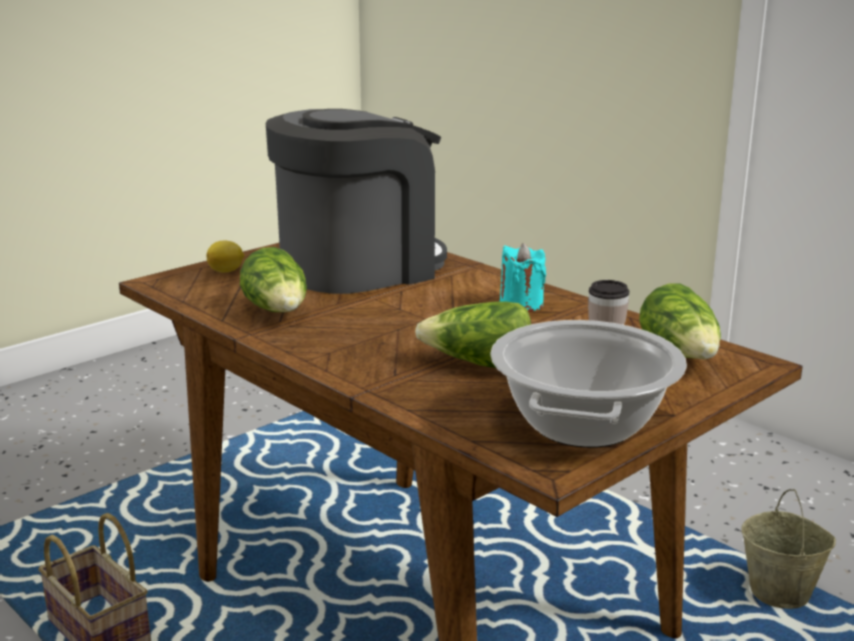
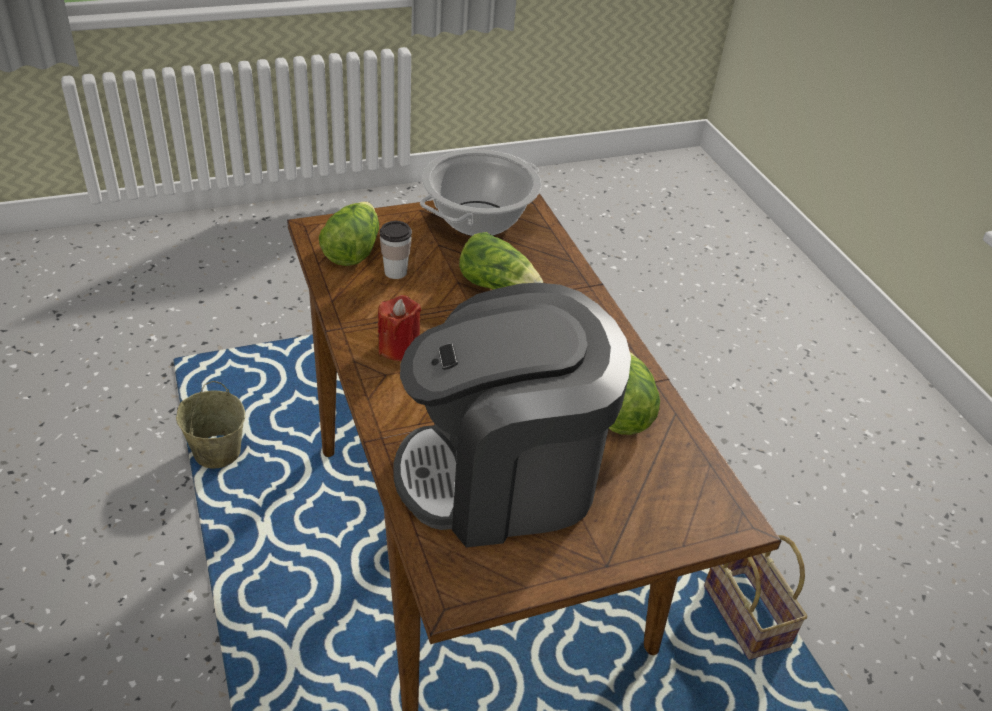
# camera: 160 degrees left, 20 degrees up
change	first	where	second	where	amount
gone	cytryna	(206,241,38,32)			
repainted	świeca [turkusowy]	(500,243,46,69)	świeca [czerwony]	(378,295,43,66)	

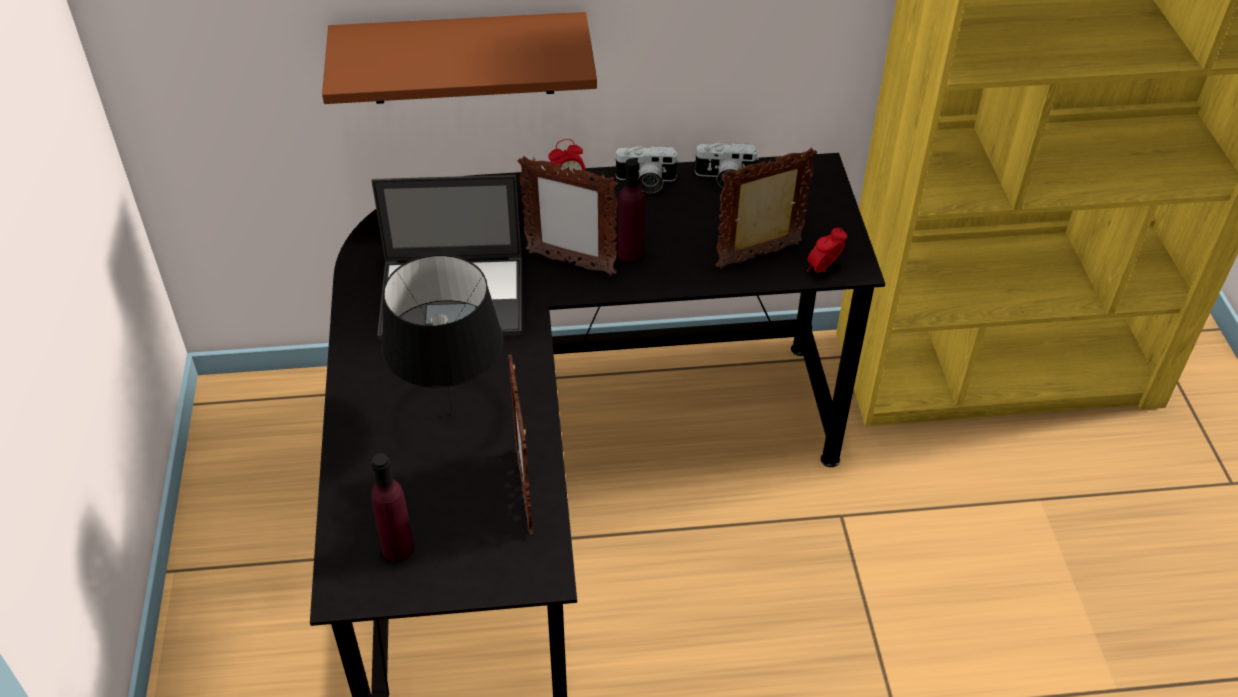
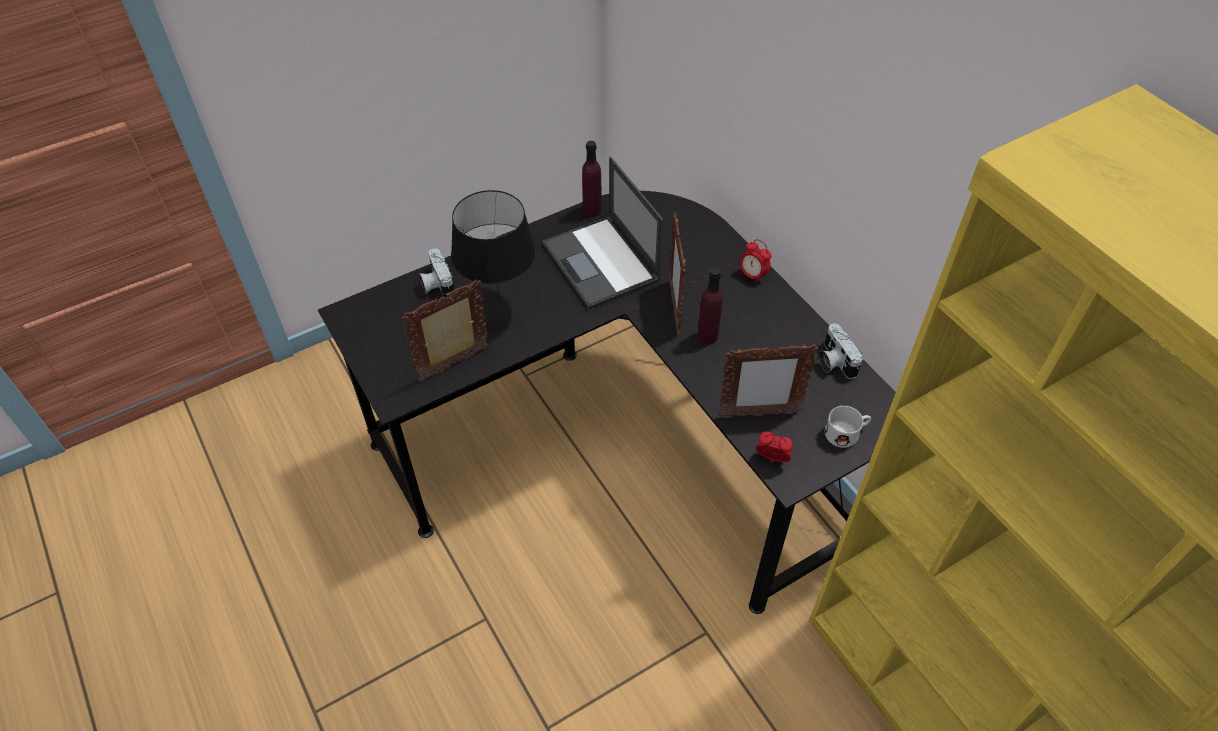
# camera: 65 degrees right, 5 degrees up
change	first	where	second	where	amount
gone	półka [brązowy]	(322,12,275,92)			
shifted	butelka [fioletowy]	(371,453,43,109)		(582,141,20,76)	
shifted	aparat fotograficzny	(614,146,65,47)		(419,248,35,51)	
rotated	ramka na zdjęcie	(715,148,102,121)		(719,343,99,74)	135 degrees clockwise
new			kubek [biały]	(825,406,46,42)	

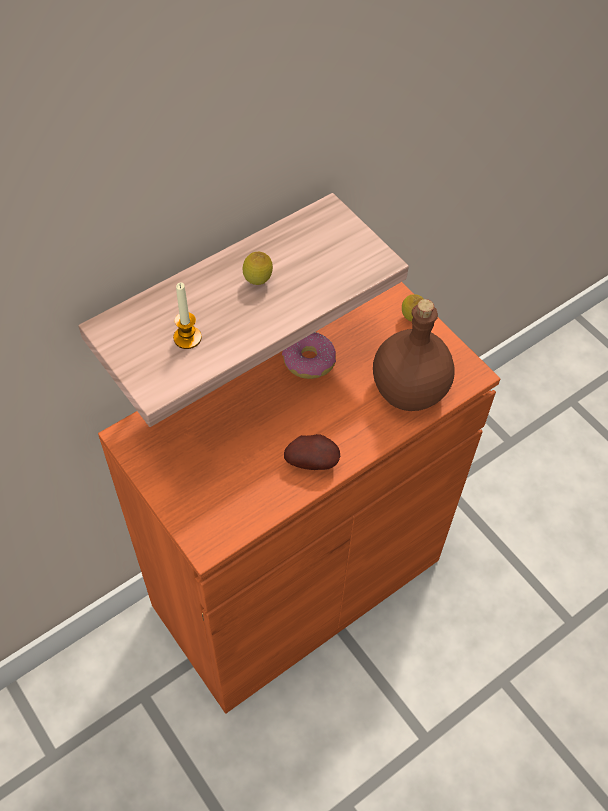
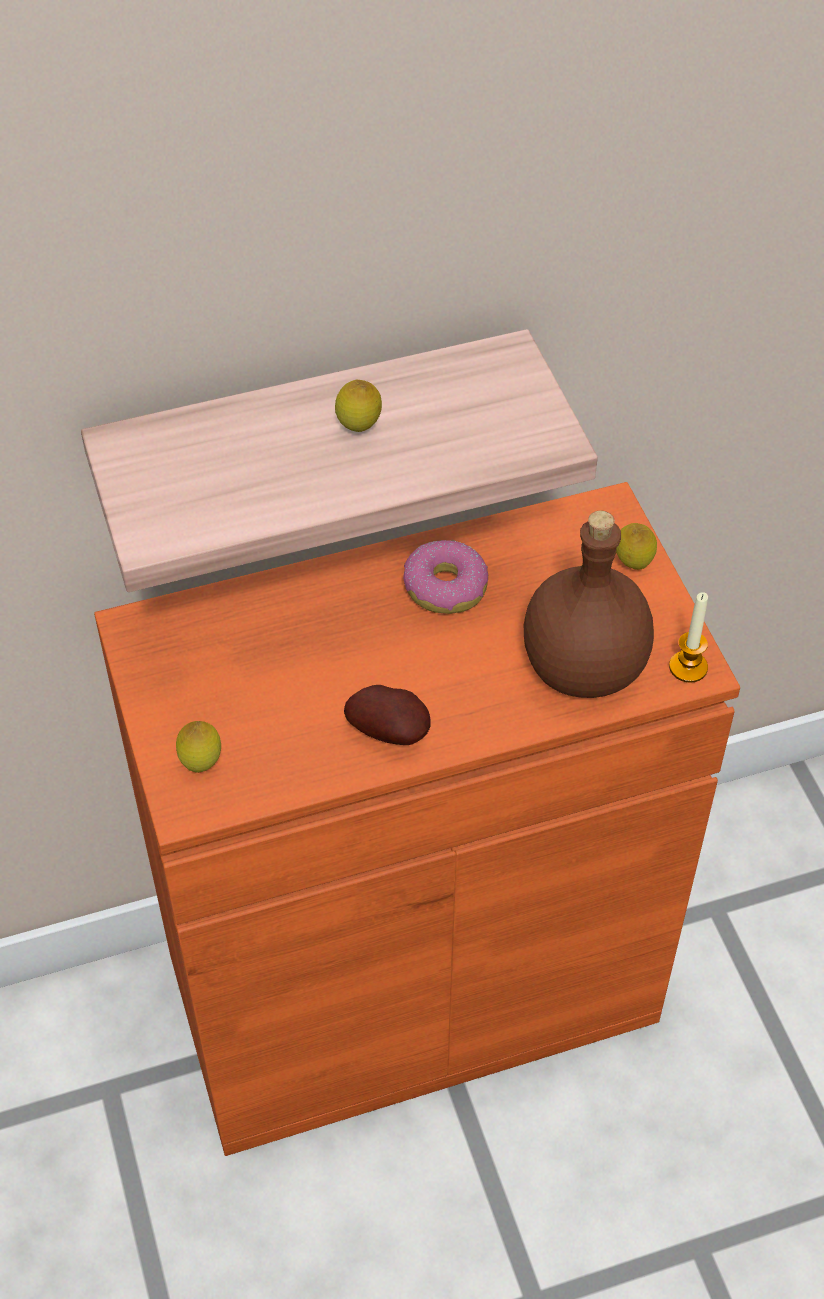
# camera: 20 degrees right, 5 degrees down
change	first	where	second	where	amount
shifted	świeca	(173,282,29,67)		(669,592,39,91)	
new			cytryna	(176,721,45,52)	

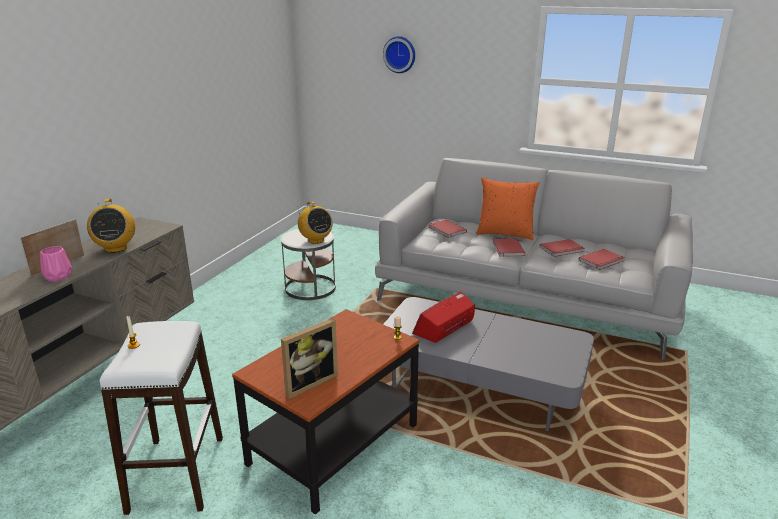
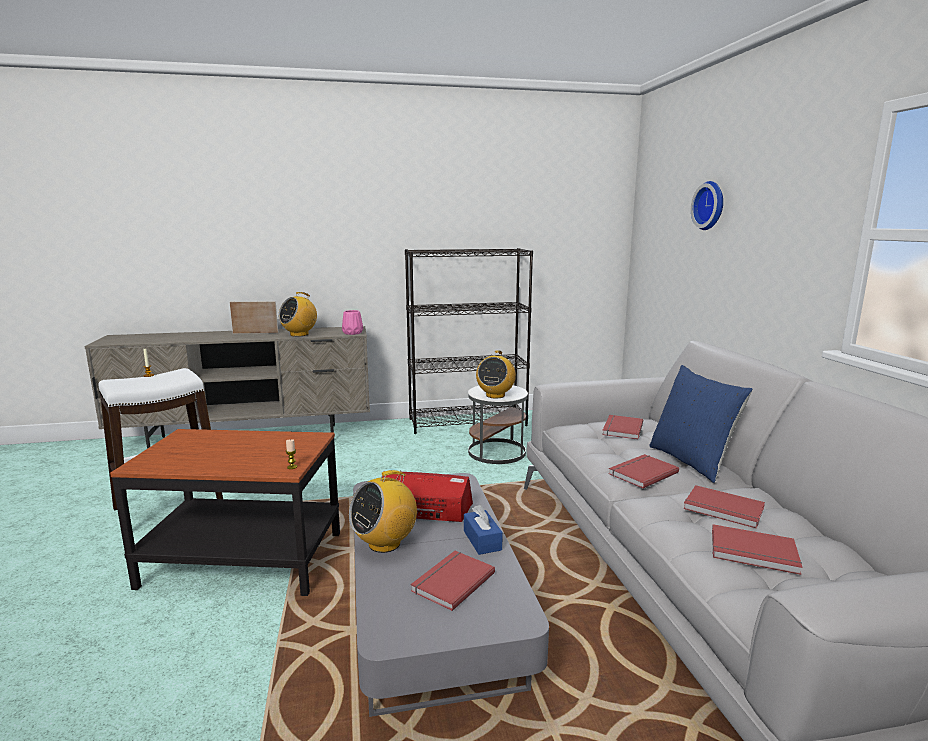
# camera: 55 degrees right, 10 degrees down
change	first	where	second	where	amount
shifted	wazon [różowy]	(40,246,32,36)		(342,310,21,25)	
gone	ramka na zdjęcie	(281,318,57,81)			
repainted	poduszka [pomarańczowy]	(476,177,64,63)	poduszka [niebieski]	(649,365,104,118)	
new			radio	(349,470,68,83)	
new			regał [czarny]	(405,248,128,186)	
new			książka [czerwony]	(411,551,84,60)	
new			pudełko chusteczek [niebieski]	(464,505,39,50)	

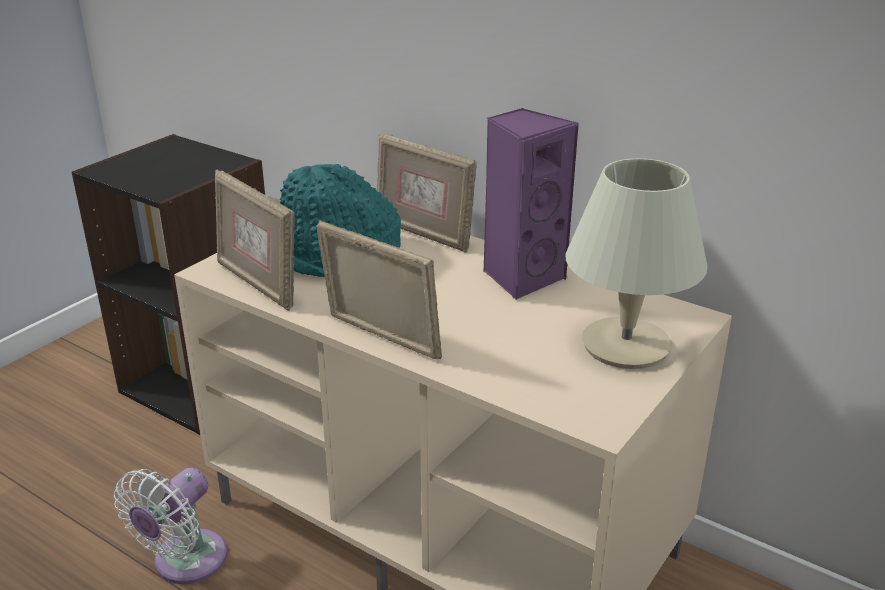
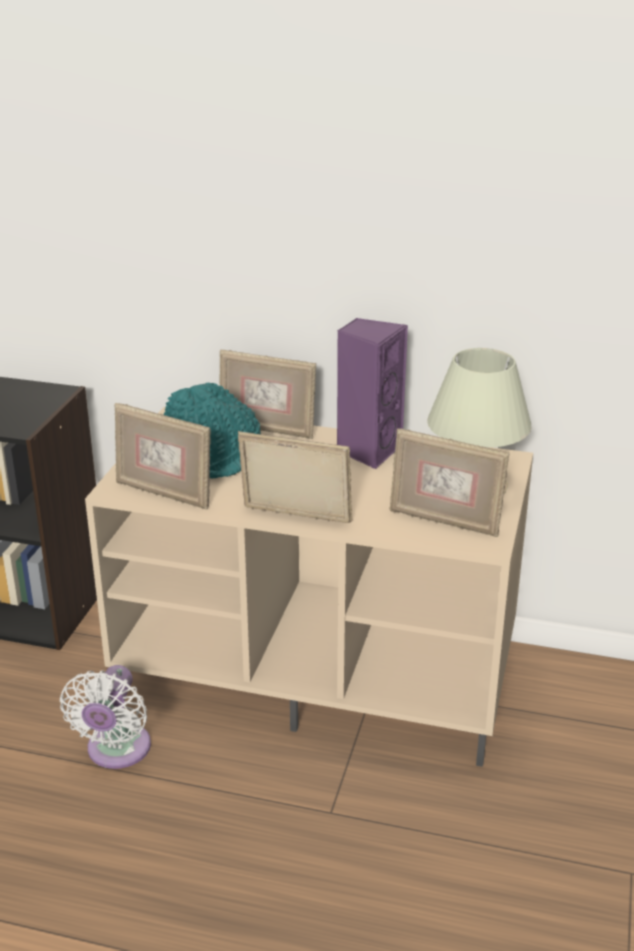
# camera: 20 degrees left, 0 degrees up
change	first	where	second	where	amount
new			ramka na zdjęcie	(389,428,120,109)	

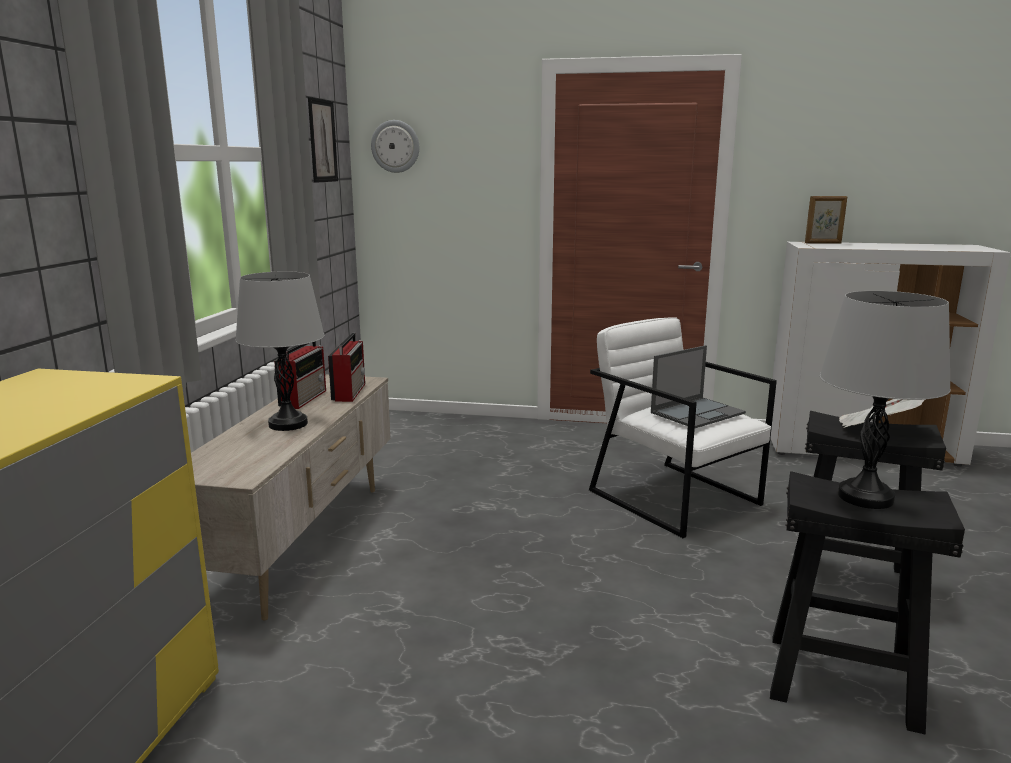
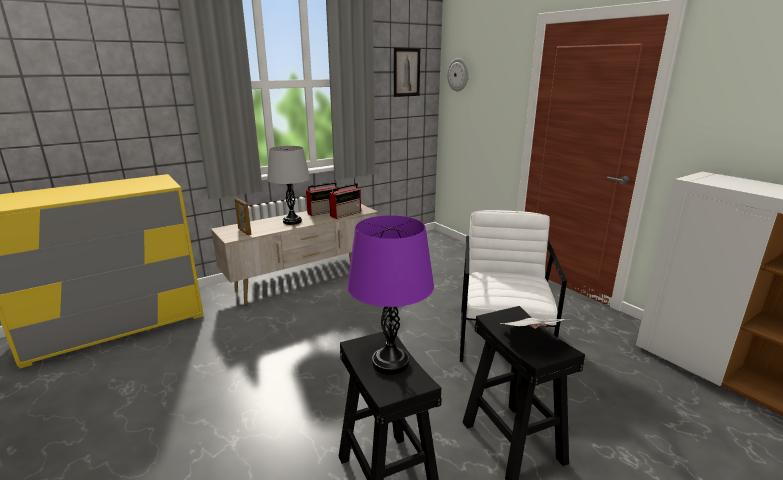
# camera: 45 degrees right, 5 degrees up
change	first	where	second	where	amount
gone	laptop	(651,345,95,83)			
shifted	ramka na zdjęcie	(805,196,42,48)		(235,198,17,37)	
repainted	lampa stołowa [szary]	(820,291,131,218)	lampa stołowa [fioletowy]	(347,215,87,160)	

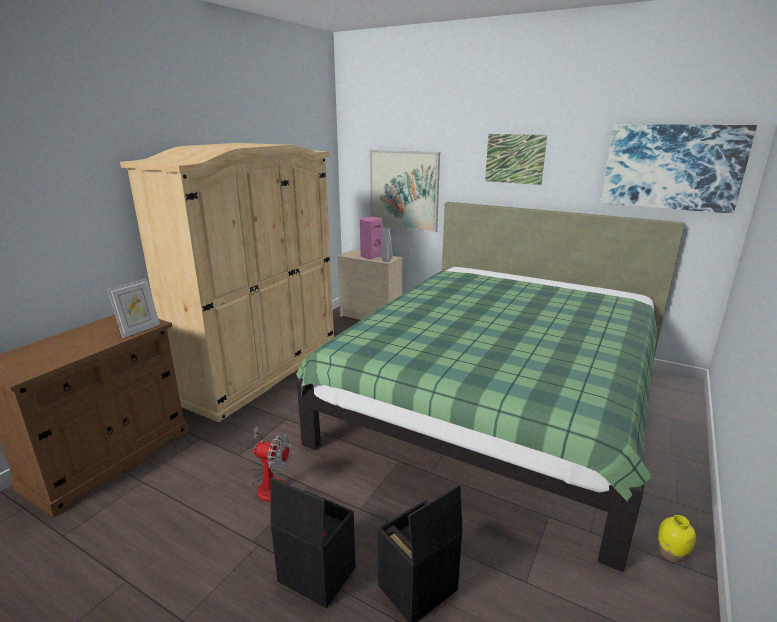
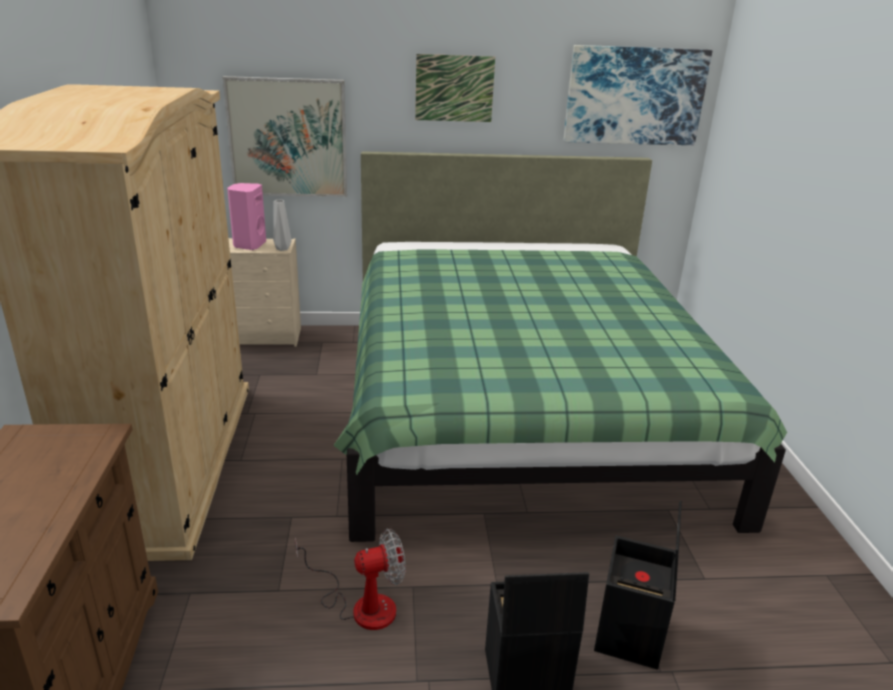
# camera: 35 degrees left, 5 degrees up
change	first	where	second	where	amount
gone	ramka na zdjęcie	(107,278,53,60)			
gone	wazon [żółty]	(658,515,38,48)			

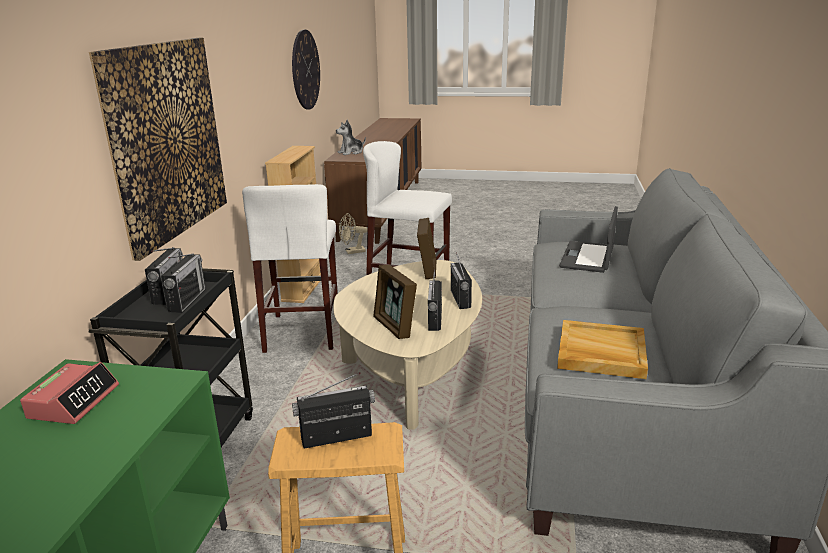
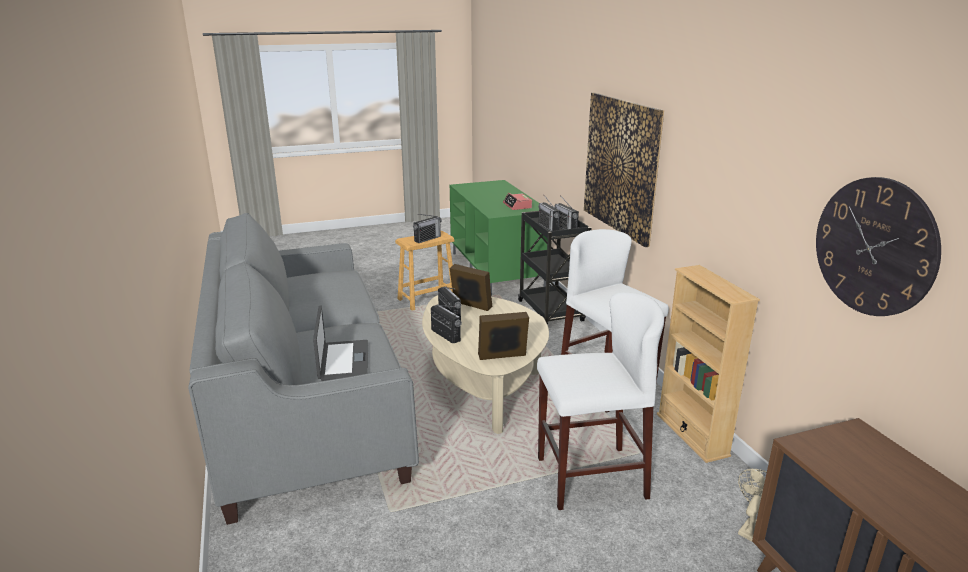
# camera: 150 degrees right, 0 degrees up
change	first	where	second	where	amount
gone	pluszak	(336,120,30,35)			
rotated	ramka na zdjęcie	(417,218,20,61)		(478,312,51,48)	105 degrees clockwise
gone	taca [beżowy]	(557,320,91,59)			

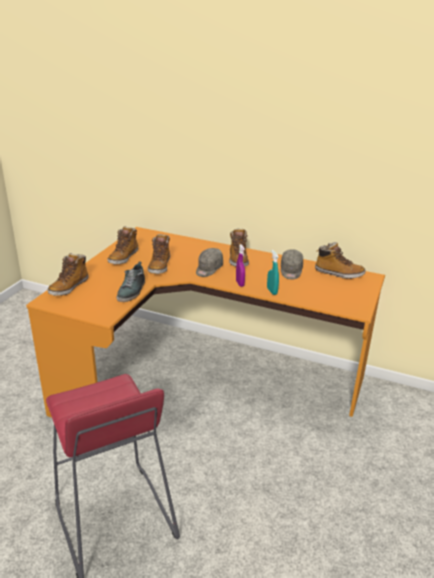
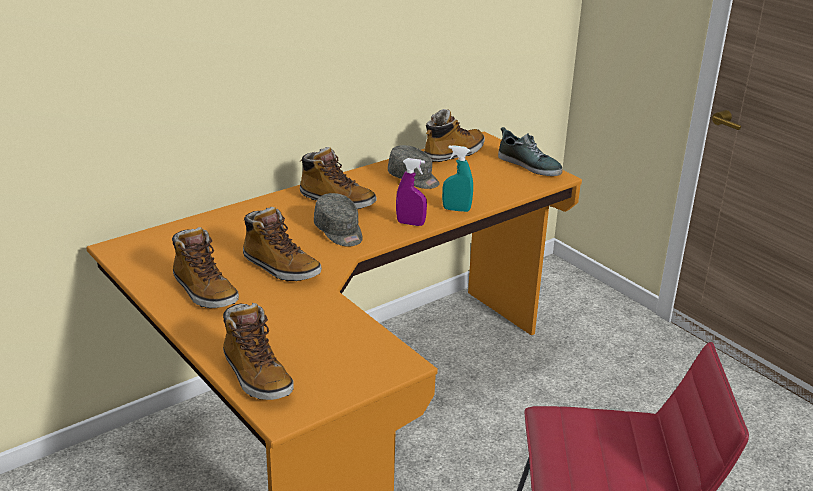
# camera: 60 degrees left, 0 degrees up
change	first	where	second	where	amount
shifted	but	(117,261,28,41)		(498,127,65,49)	

